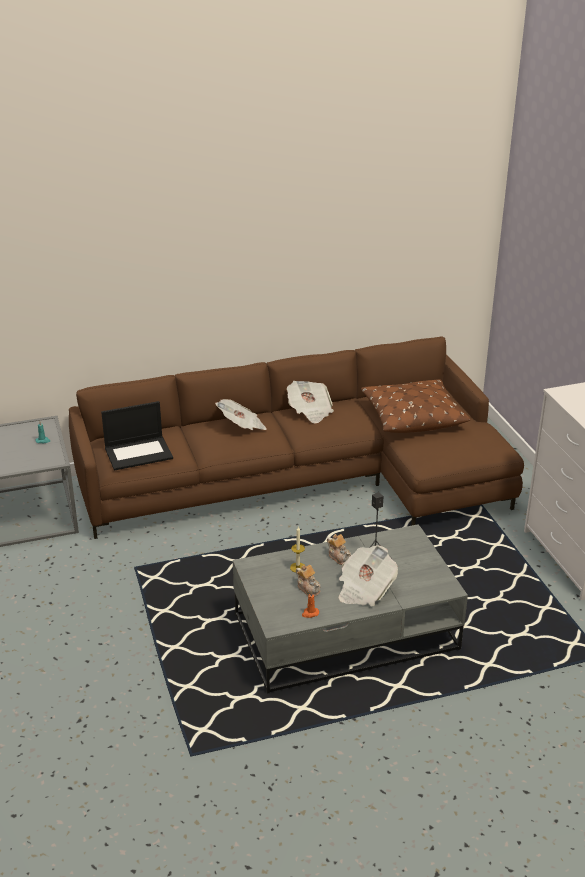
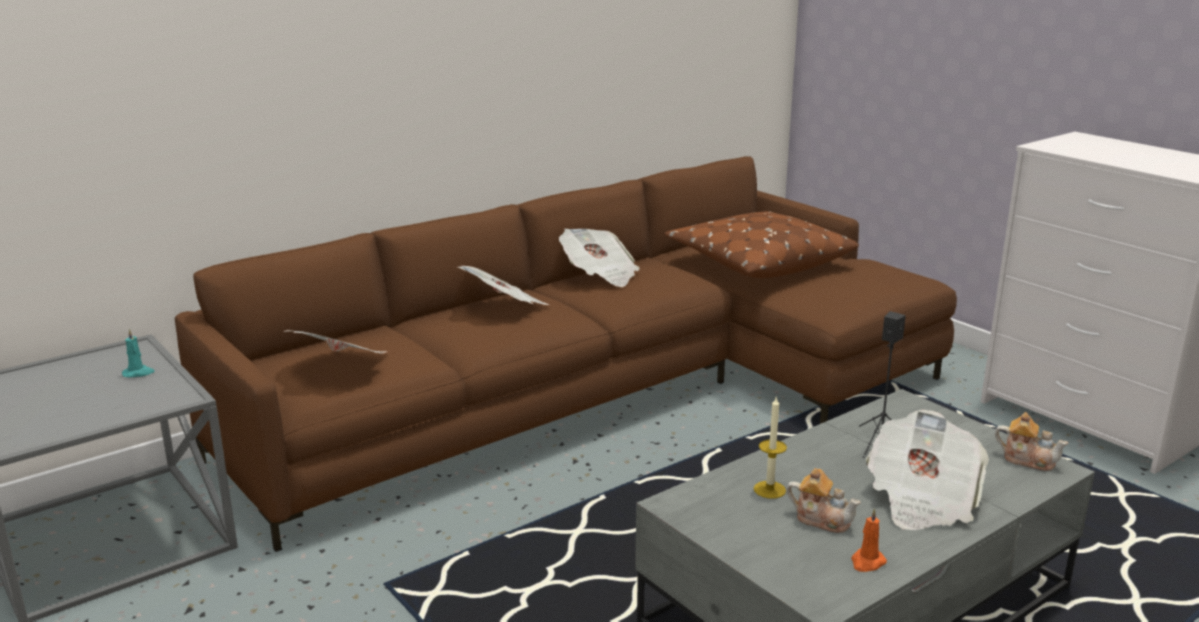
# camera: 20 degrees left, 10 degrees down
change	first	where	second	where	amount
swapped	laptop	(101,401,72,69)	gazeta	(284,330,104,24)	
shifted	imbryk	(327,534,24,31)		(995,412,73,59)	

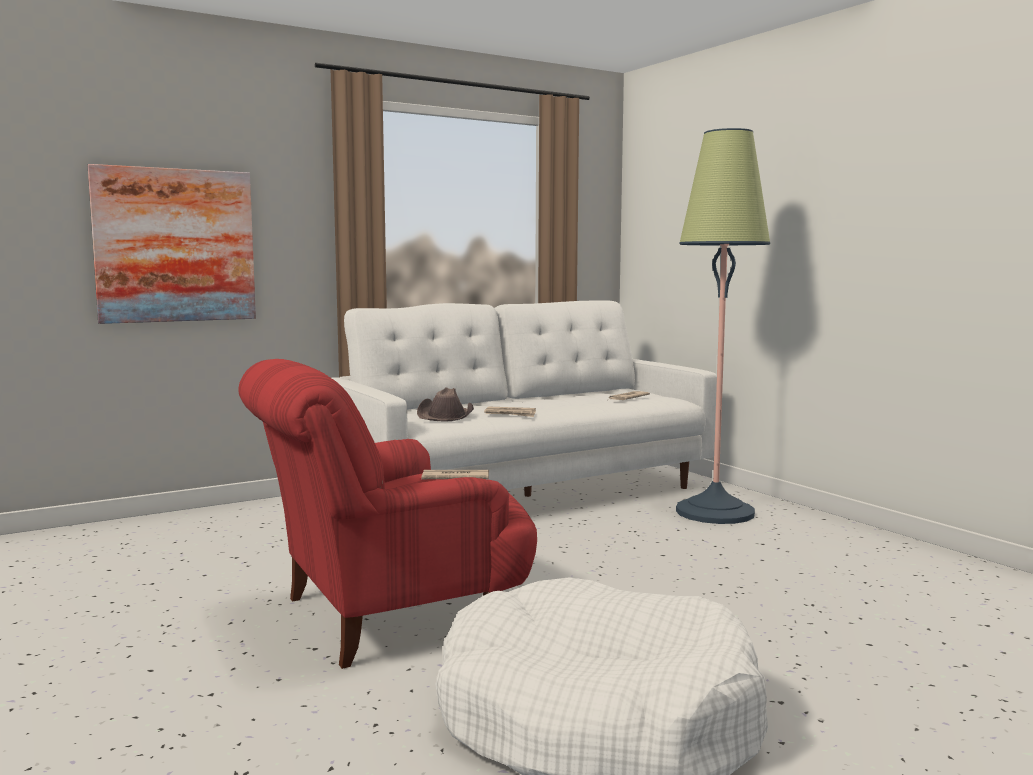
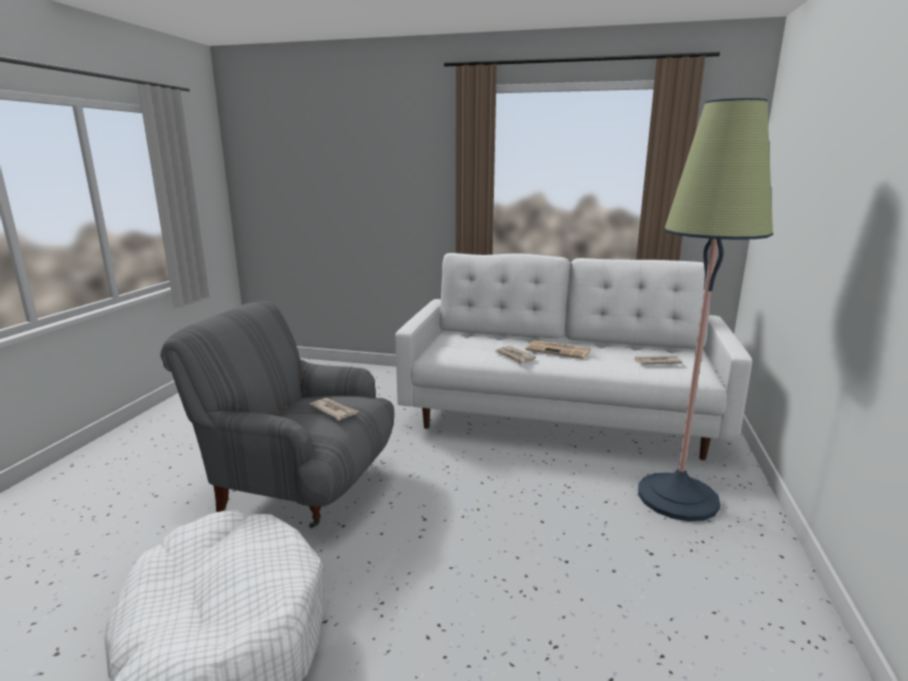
# camera: 45 degrees right, 10 degrees up
change	first	where	second	where	amount
gone	obraz	(88,164,168,160)			
repainted	fotel [czerwony]	(238,359,299,310)	fotel [szary]	(160,301,234,227)	
gone	kapelusz [brązowy]	(417,387,57,34)			
new			gazeta	(525,340,66,19)	

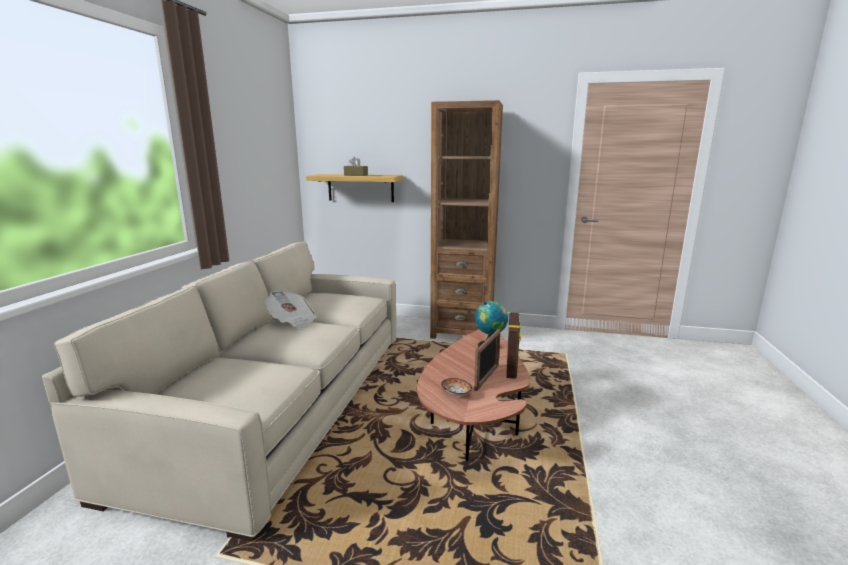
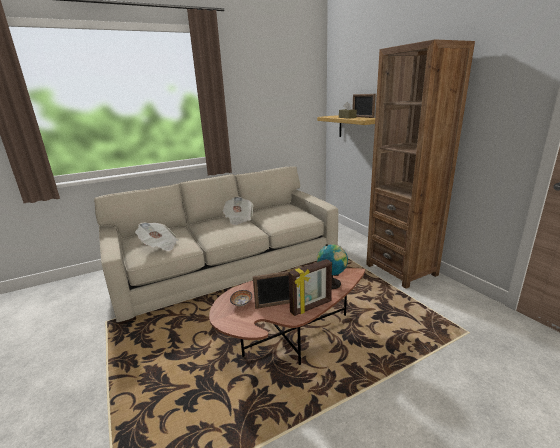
# camera: 50 degrees right, 5 degrees up
change	first	where	second	where	amount
new			gazeta	(135,222,44,29)	
new			ramka na zdjęcie	(352,94,24,24)	

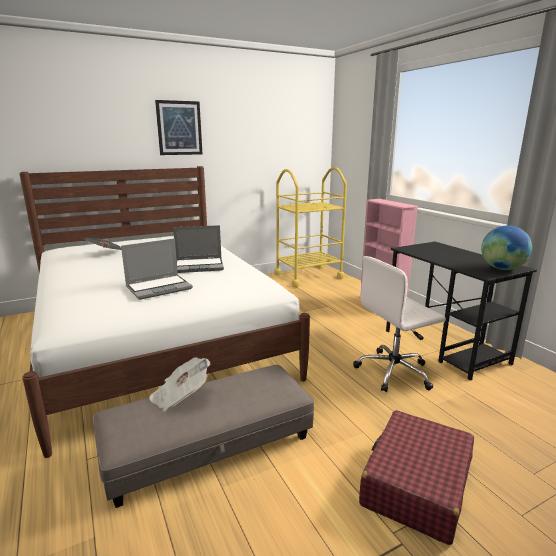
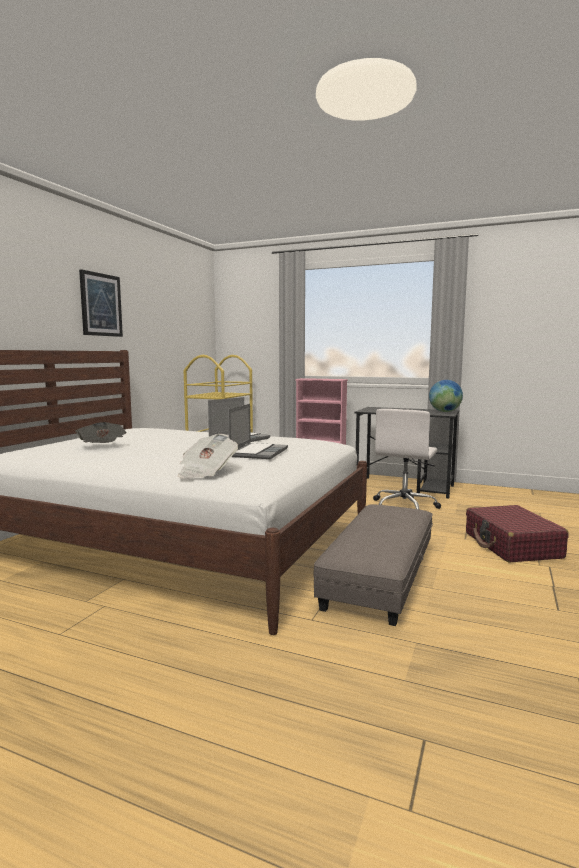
# camera: 40 degrees left, 10 degrees down
change	first	where	second	where	amount
shifted	gazeta	(149,357,61,54)		(178,434,60,45)	

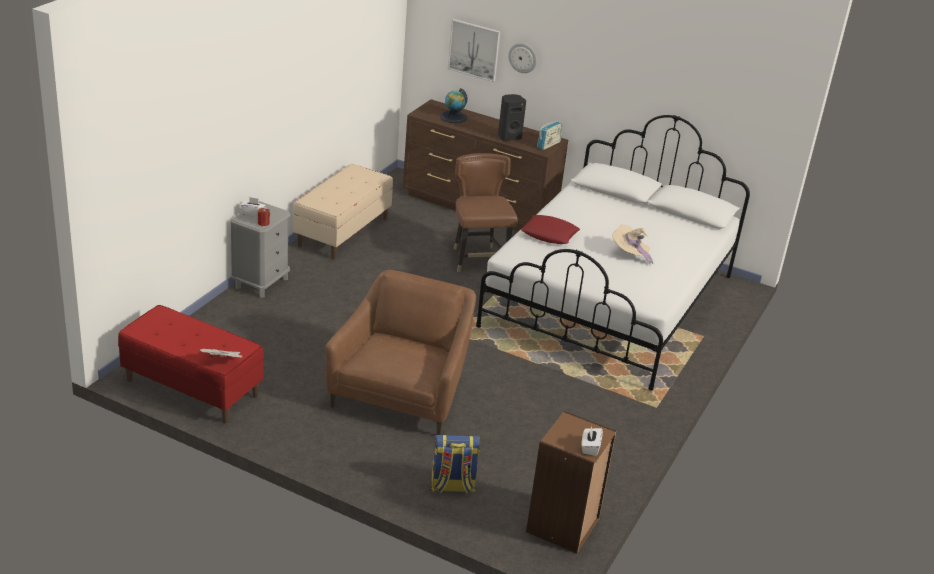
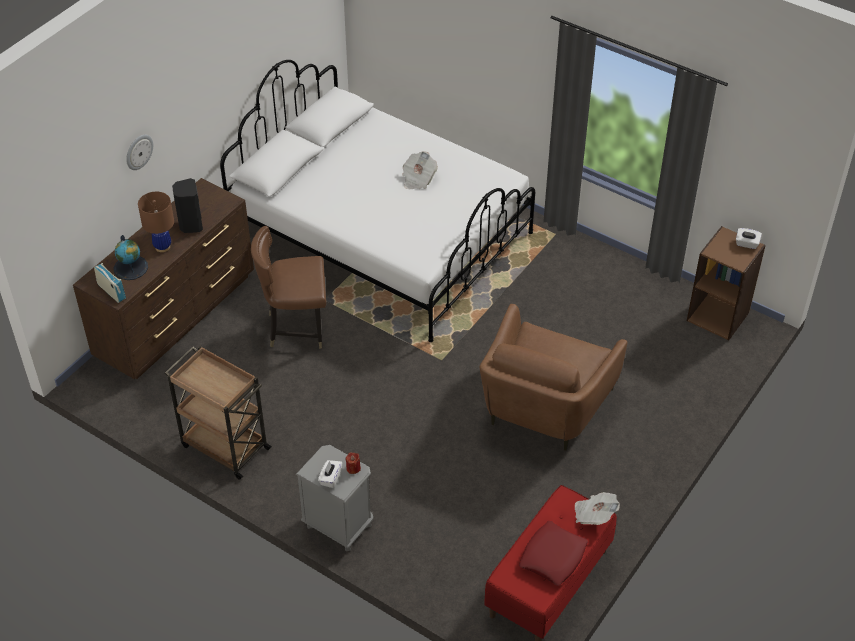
# camera: 80 degrees left, 15 degrees up
change	first	where	second	where	amount
swapped	ławka [beżowy]	(293,164,100,95)	wózek [brązowy]	(165,346,107,134)	
rotated	fotel [brązowy]	(325,270,151,165)		(480,304,147,147)	90 degrees counterclockwise
gone	plecak	(431,435,49,58)			
gone	obraz	(448,19,52,63)			
shifted	poduszka [czerwony]	(520,215,60,29)		(519,521,69,65)	
shifted	radio	(537,121,25,29)		(94,263,32,40)	
swapped	kapelusz [beżowy]	(612,224,42,40)	gazeta	(402,151,36,38)	
new			lampa stołowa [brązowy]	(138,192,36,60)	

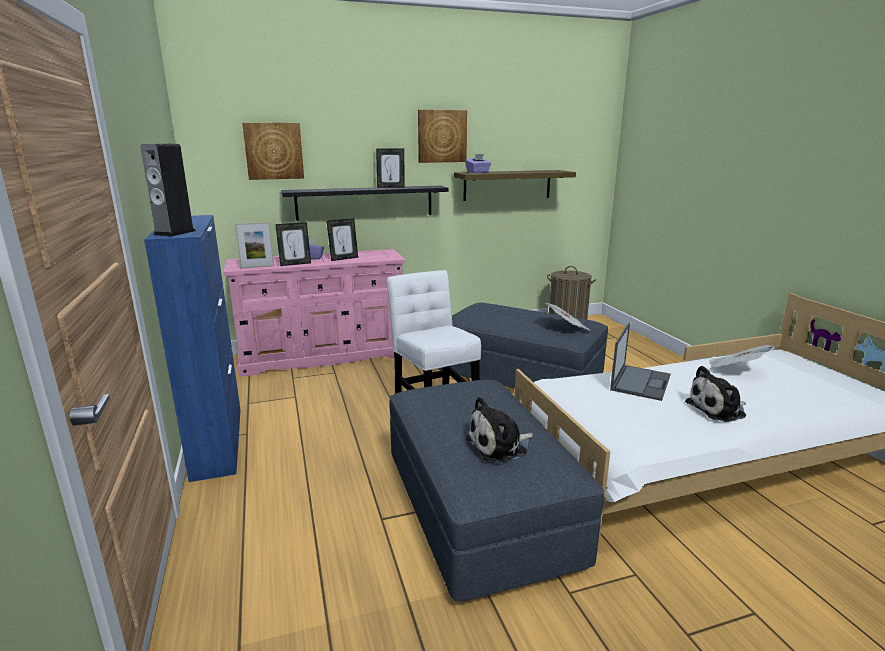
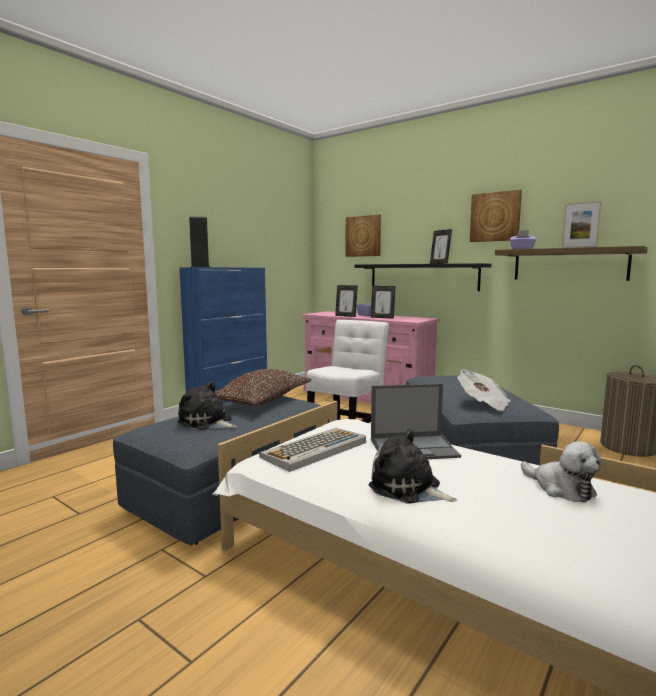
# camera: 55 degrees right, 10 degrees down
change	first	where	second	where	amount
shifted	ramka na zdjęcie	(235,222,39,47)		(562,201,39,47)	
swapped	gazeta	(709,345,66,23)	pluszak	(521,441,80,62)	
new			poduszka [brązowy]	(215,369,97,36)	
new			klawiatura	(259,428,107,44)	

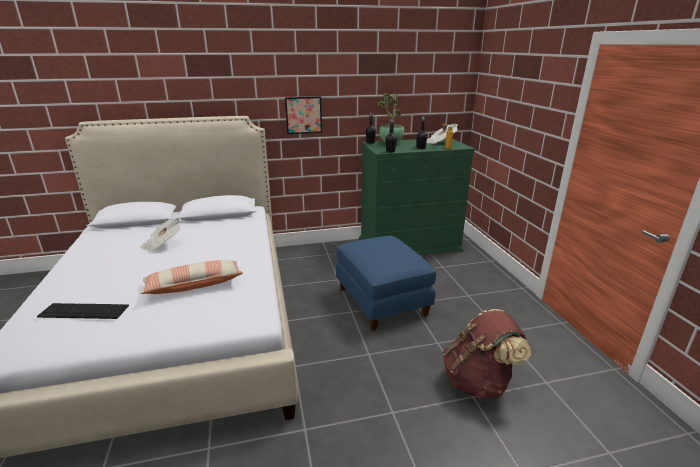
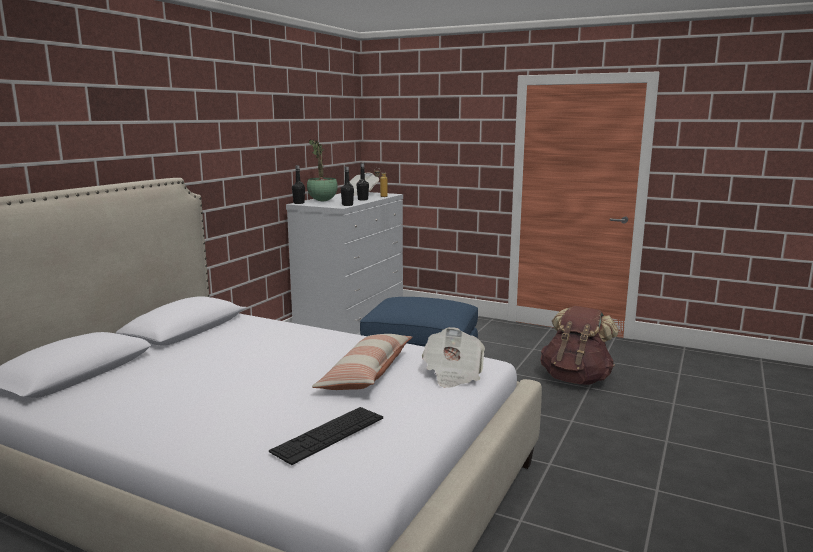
# camera: 50 degrees left, 10 degrees down
change	first	where	second	where	amount
shifted	gazeta	(140,218,42,33)		(422,327,63,61)	
gone	obraz	(285,96,37,38)			
repainted	komoda [zielony]	(359,138,116,117)	komoda [biały]	(286,192,117,143)	

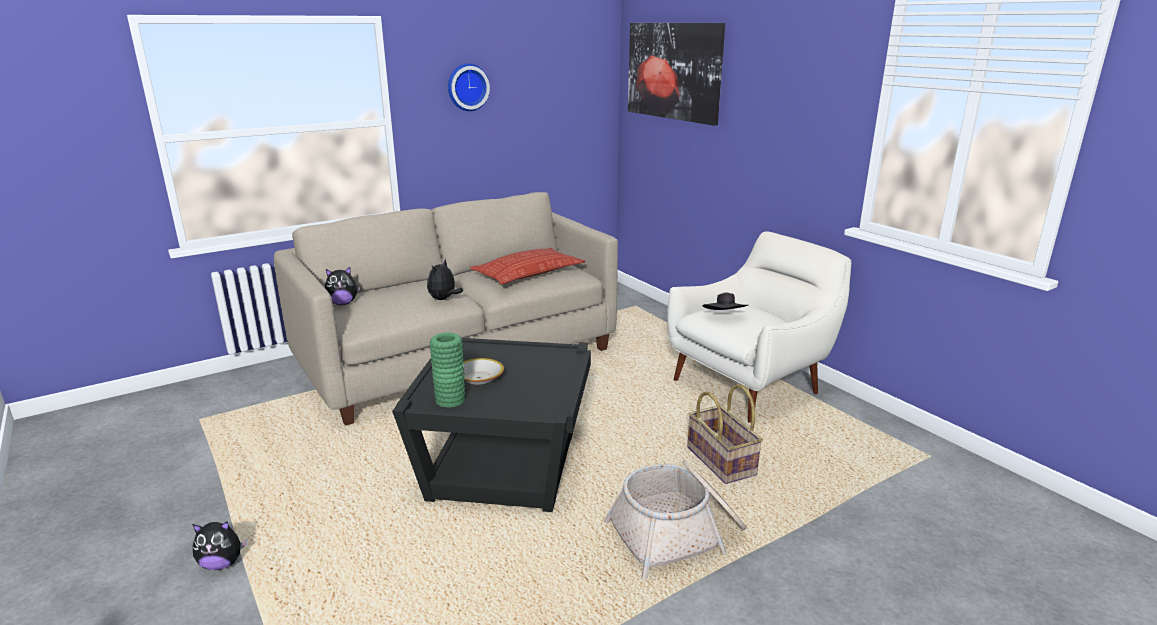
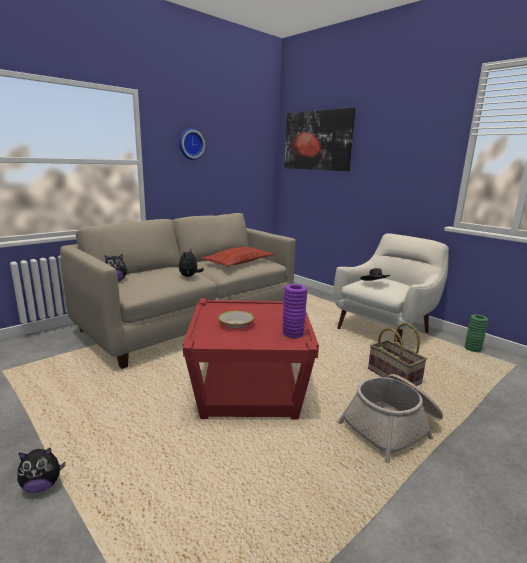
# camera: 10 degrees left, 5 degrees down
change	first	where	second	where	amount
repainted	stolik [czarny]	(392,338,199,174)	stolik [czerwony]	(183,298,136,121)	
shifted	wazon [zielony]	(430,332,35,75)		(465,314,24,38)	
new			wazon [fioletowy]	(282,284,25,54)	

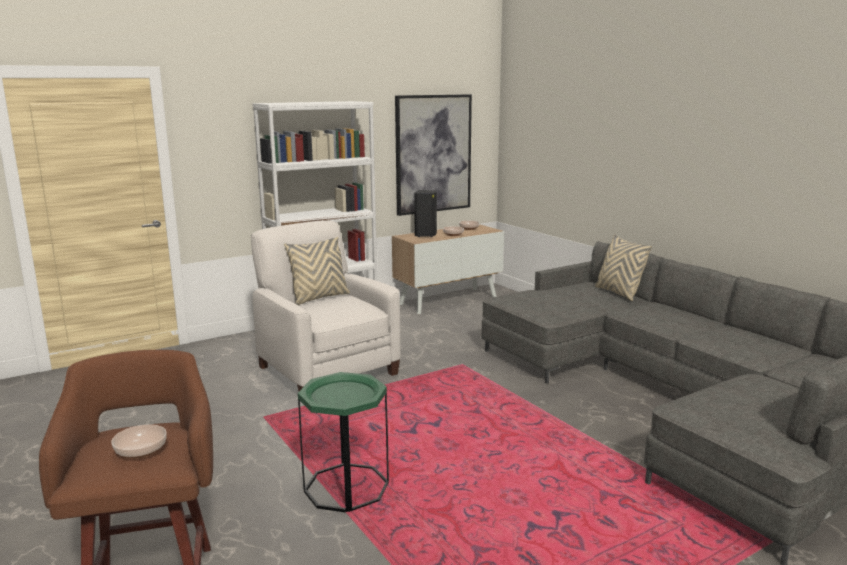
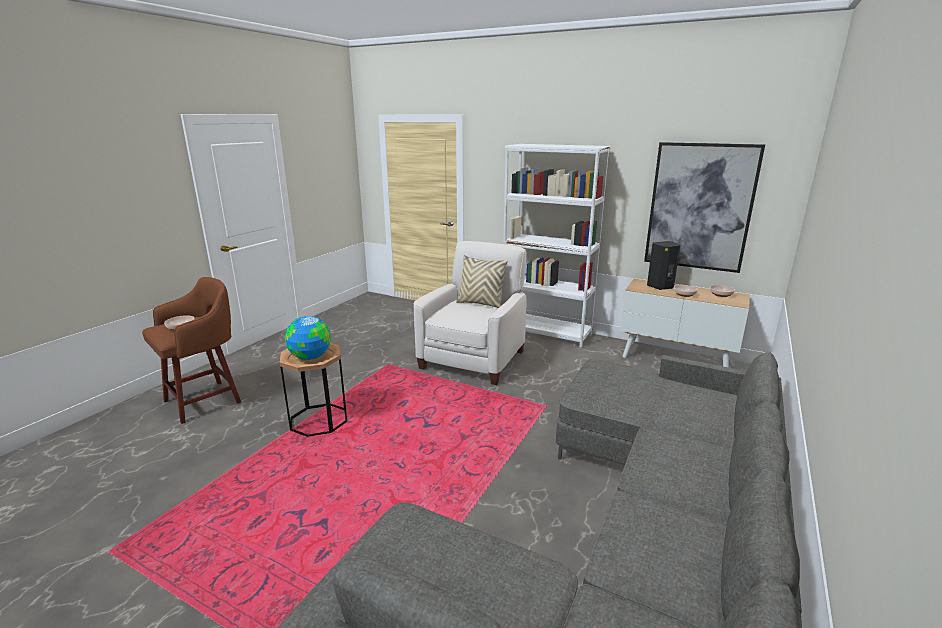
# camera: 60 degrees right, 5 degrees up
change	first	where	second	where	amount
repainted	stolik [zielony]	(298,372,91,141)	stolik [brązowy]	(280,343,67,94)	
gone	poduszka [beżowy]	(595,234,57,67)			
new			globus	(285,316,46,44)	

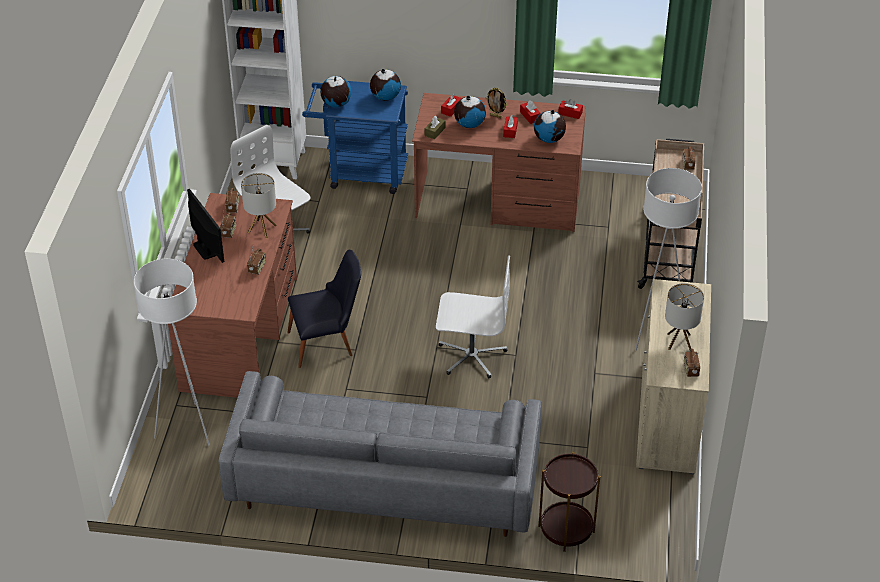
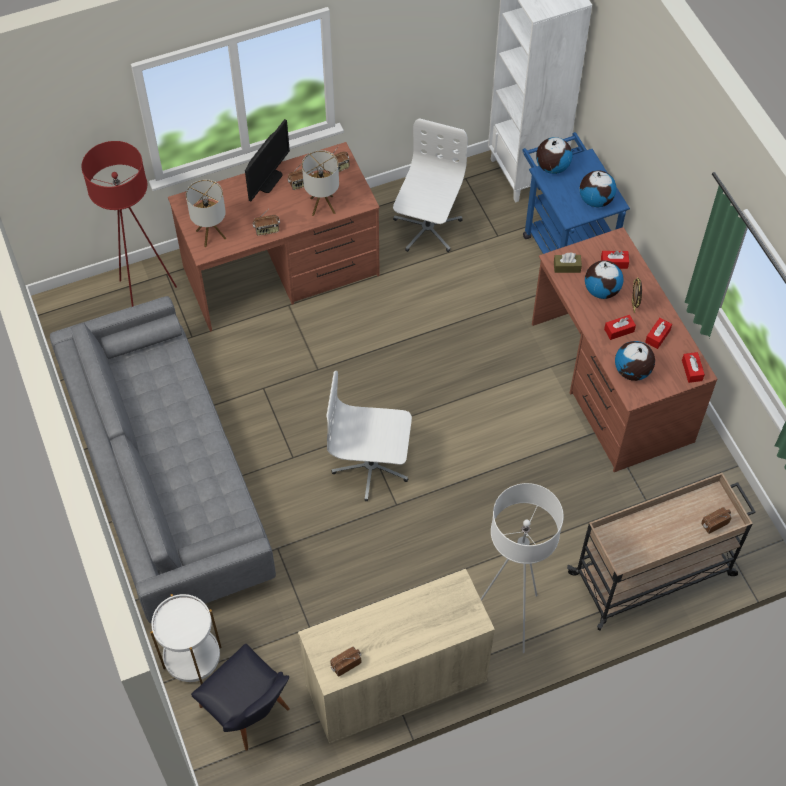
# camera: 60 degrees right, 15 degrees up
change	first	where	second	where	amount
repainted	lampa stojąca [biały]	(134,259,76,187)	lampa stojąca [czerwony]	(81,141,96,166)	
shifted	krzesło [czarny]	(287,250,74,118)		(191,644,99,107)	
rotated	krzesło biurowe [biały]	(436,255,74,123)		(326,371,86,130)	120 degrees clockwise
repainted	stolik [brązowy]	(539,452,61,100)	stolik [biały]	(150,594,72,90)	
shifted	lampa stołowa	(665,283,39,67)		(186,179,41,68)	

